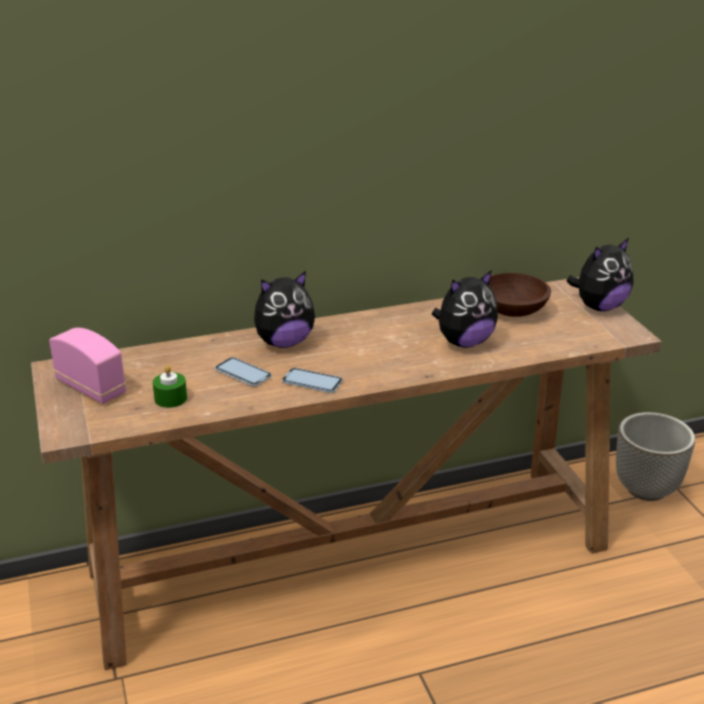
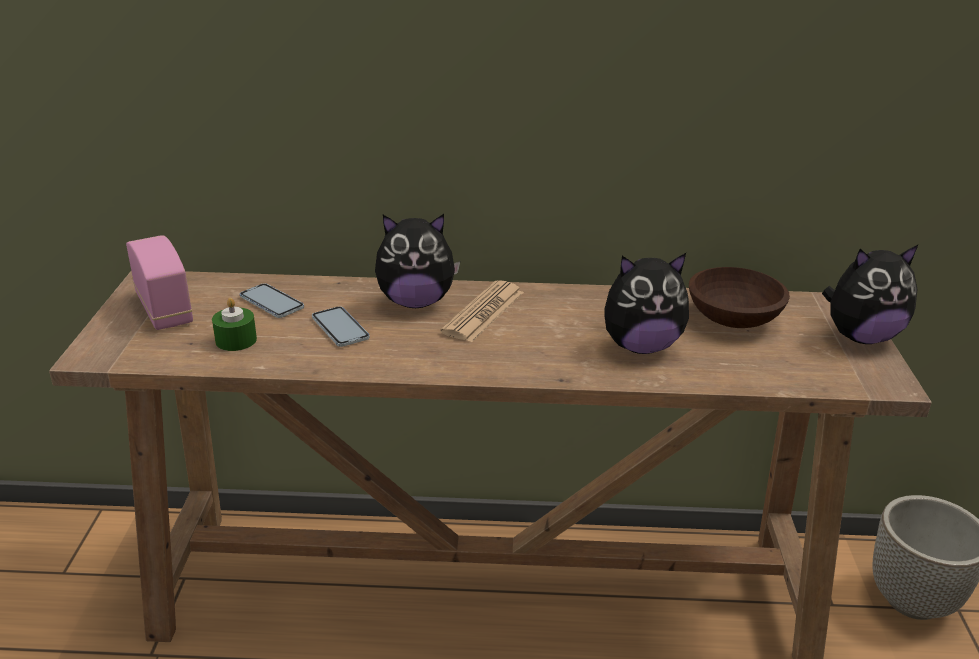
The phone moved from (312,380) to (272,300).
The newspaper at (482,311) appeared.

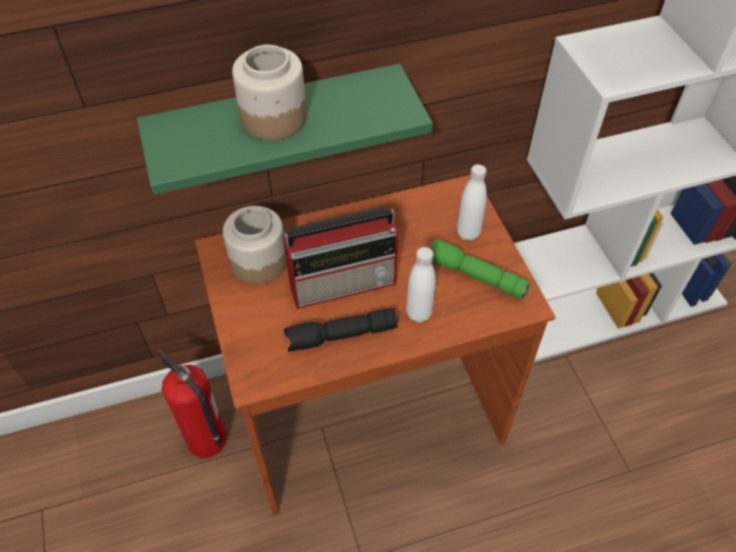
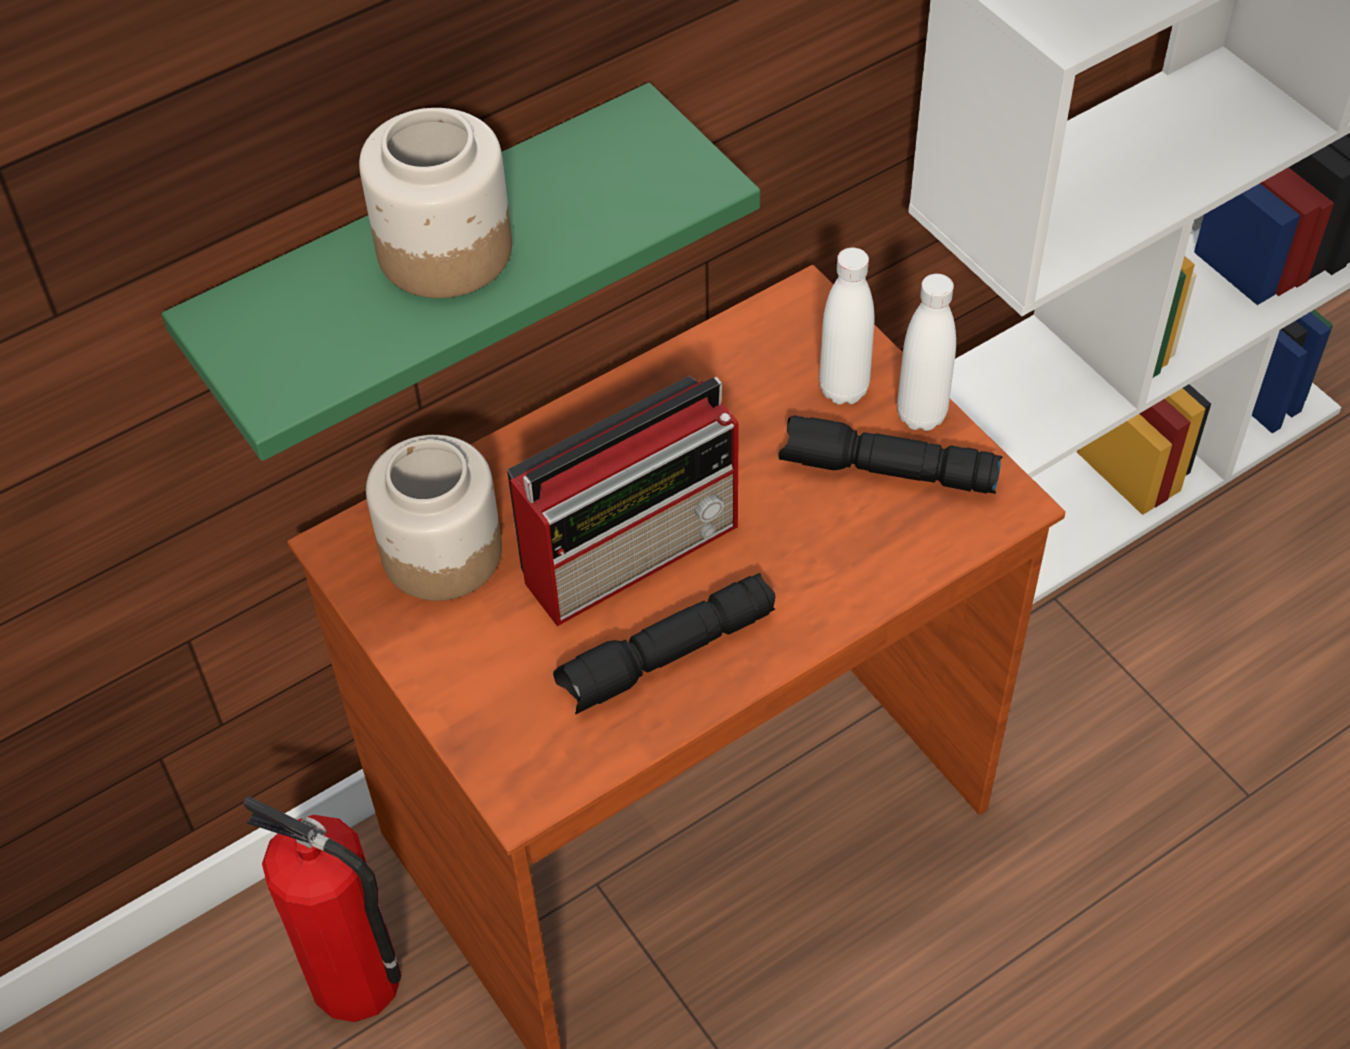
The flashlight in green at (481,269) became the flashlight in black at (891,454).
The bottle in white moved from (421,285) to (926,352).

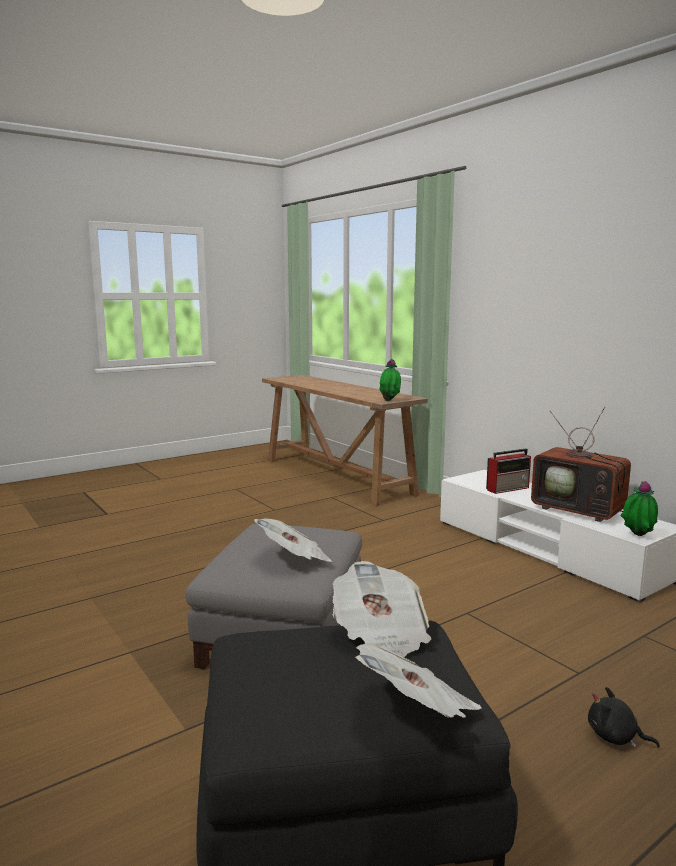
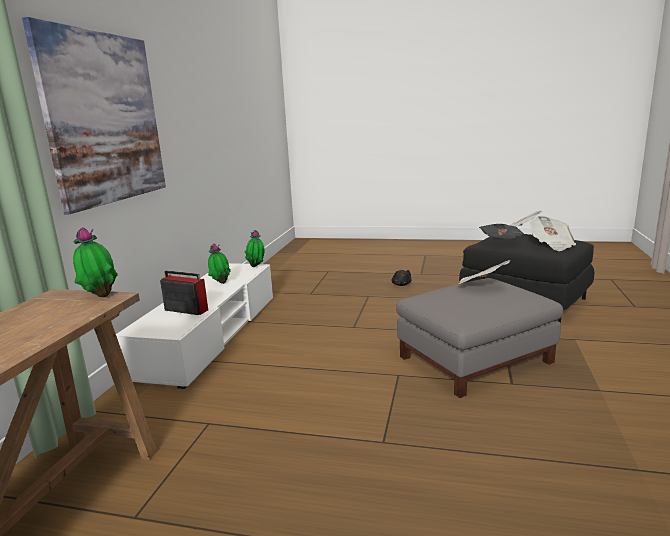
The picture at (94,115) appeared.
The television at (581,464) was replaced by the potted plant at (219,264).
The newspaper at (553,233) appeared.

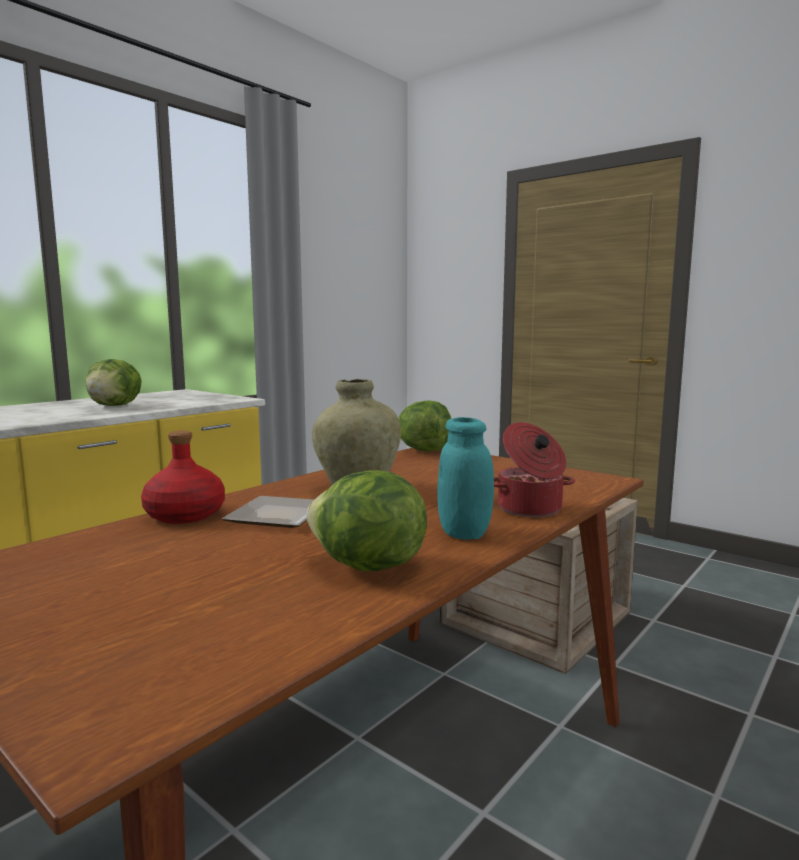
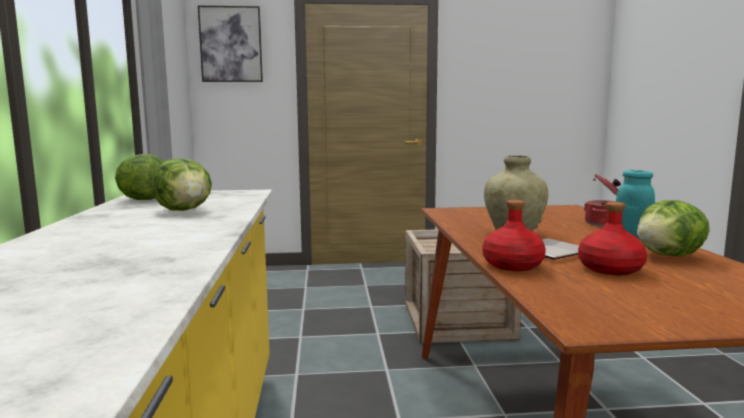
The lettuce moved from (425,426) to (139,177).
The picture at (230,44) appeared.
The bottle in red at (612,238) appeared.

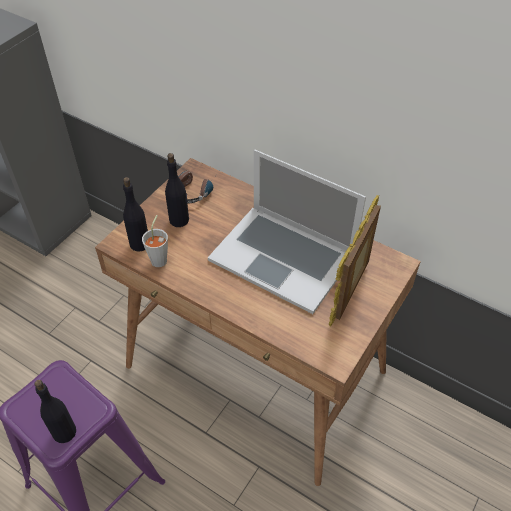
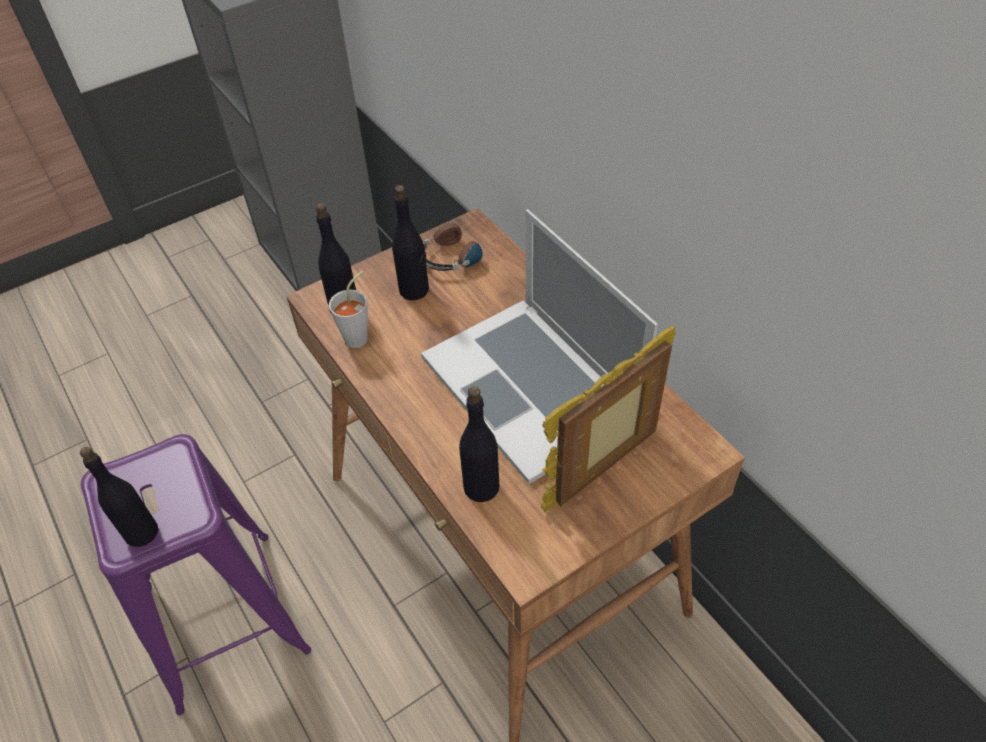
The bottle in black at (479,444) appeared.

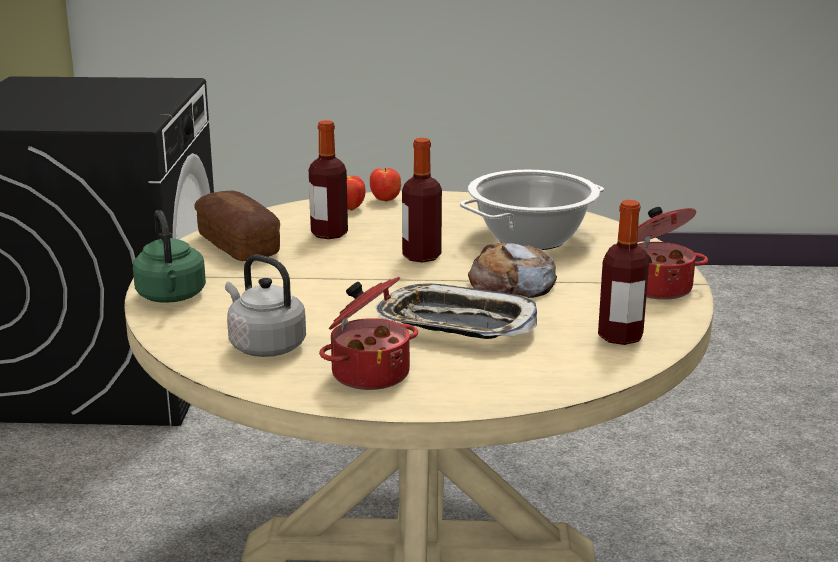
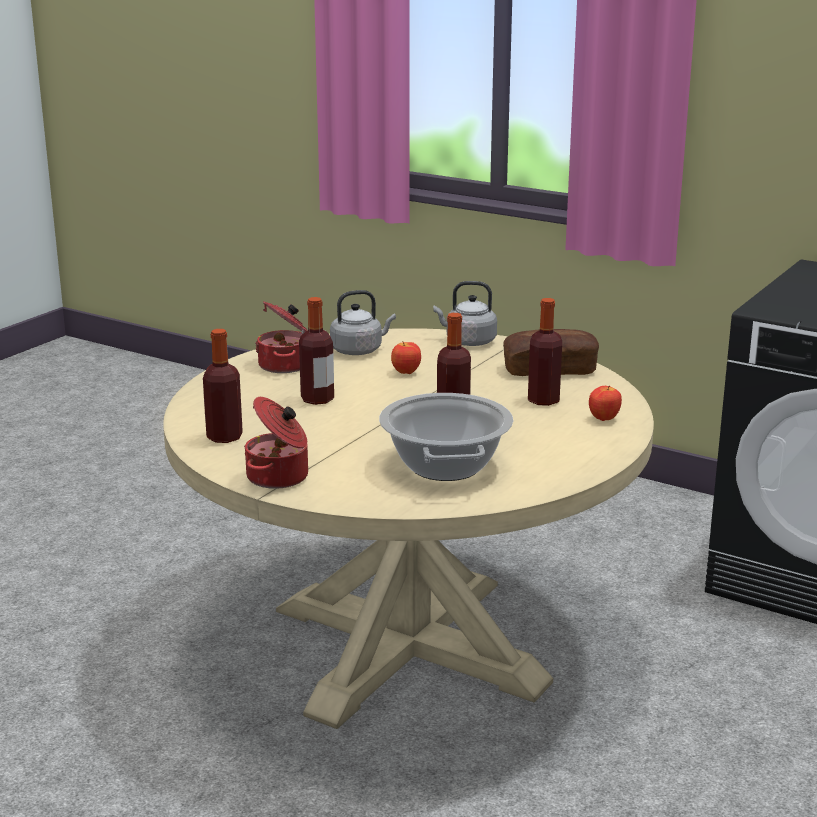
The tray at (456,311) was replaced by the bottle at (316,351).
The apple moved from (385,185) to (406,358).
The kettle in green at (169,256) became the kettle in grey at (465,313).
The bread at (512,270) disappeared.

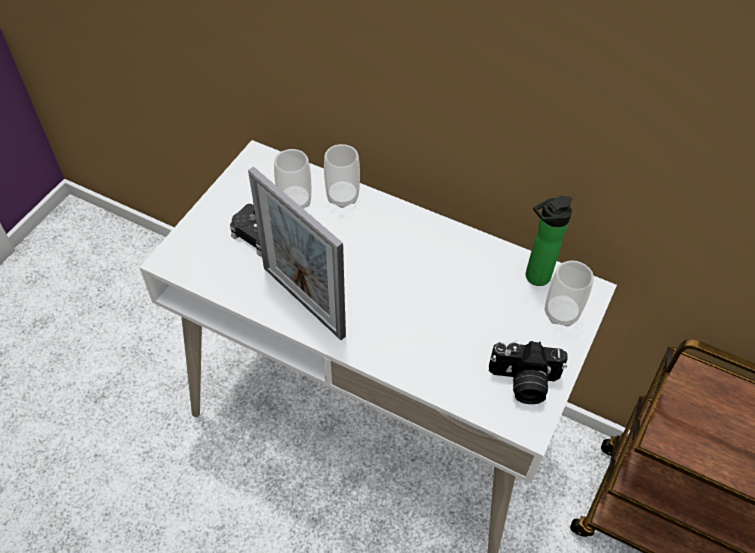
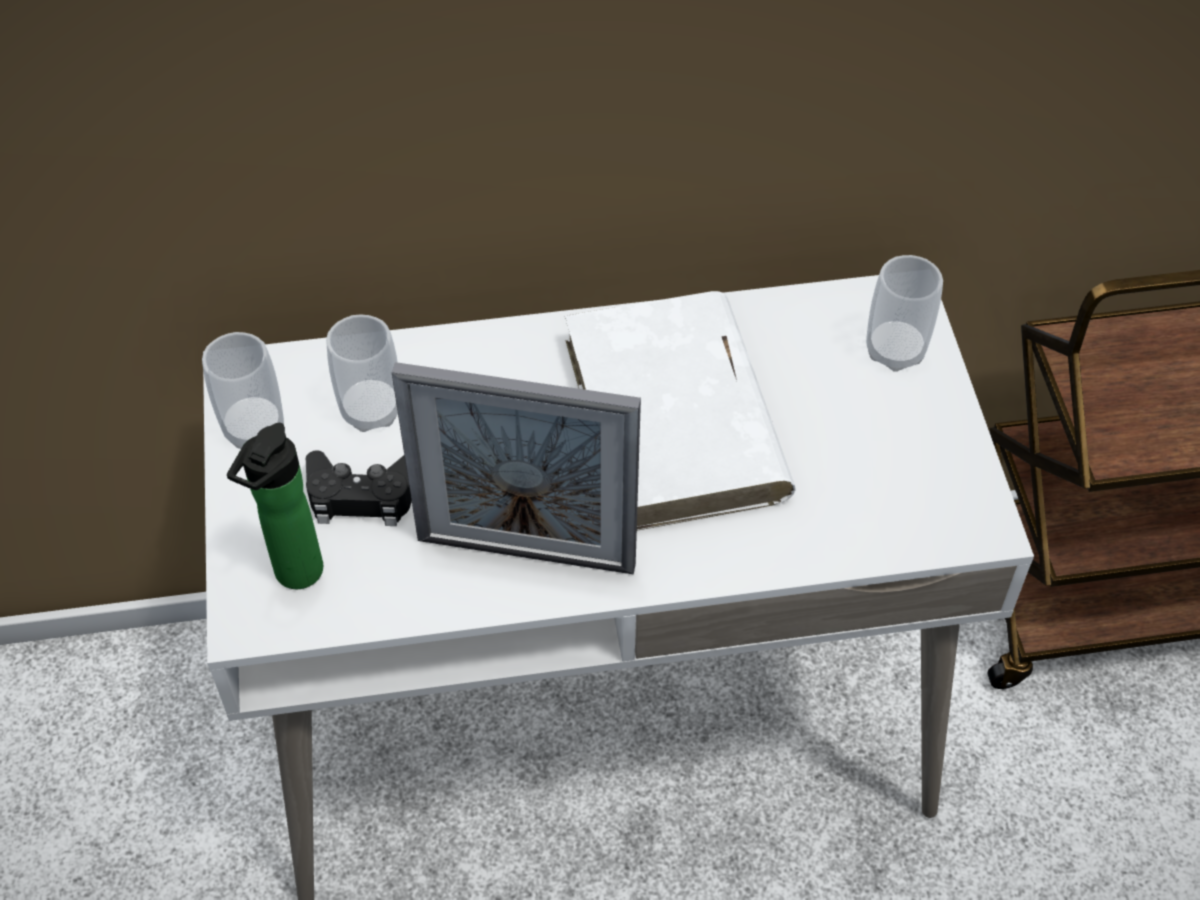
The cup moved from (342,176) to (243,390).
The bottle moved from (549,241) to (275,506).
The book in white at (680,411) appeared.
The photo camera at (528,372) disappeared.

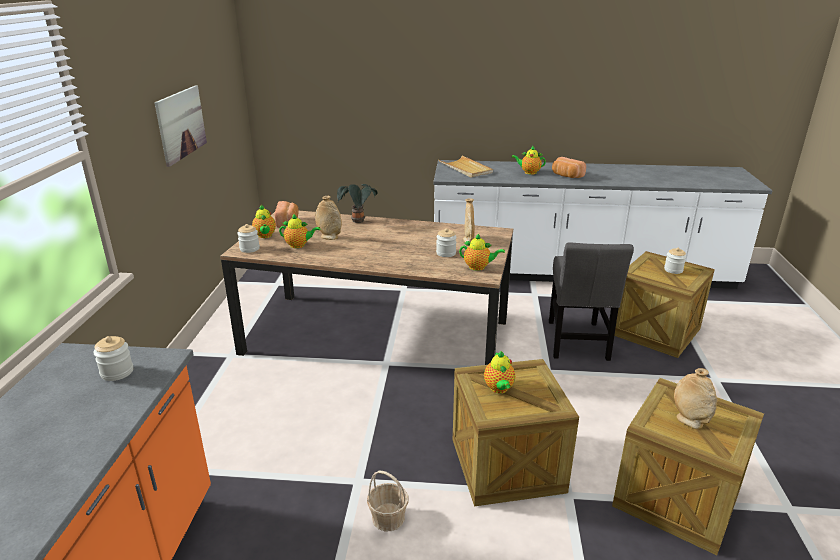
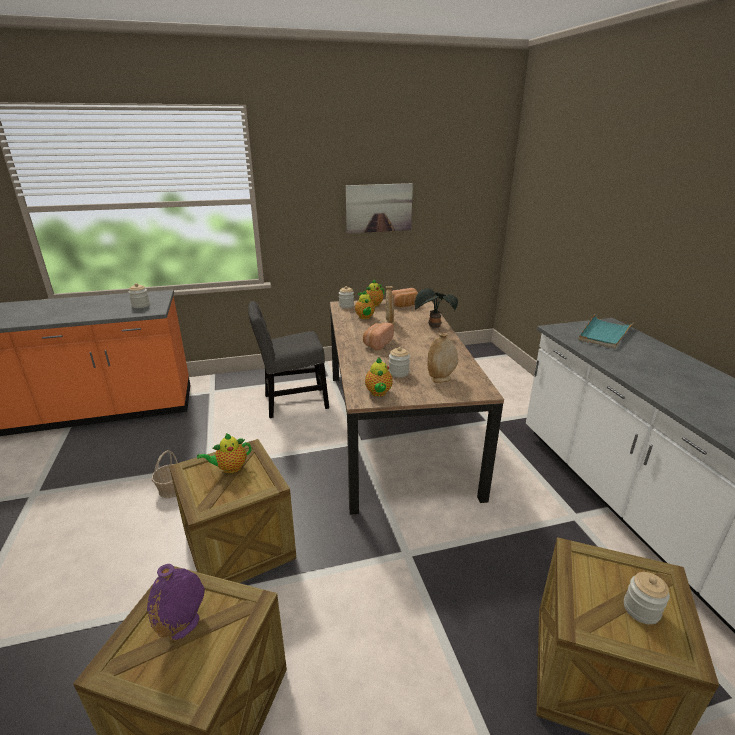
The vase in beige at (696,398) became the vase in purple at (176,602).
The chair in grey moved from (591,301) to (288,359).
The bread moved from (569,167) to (378,336).
The tray in beige at (466,166) became the tray in turquoise at (606,331).
The teapot at (528,159) disappeared.

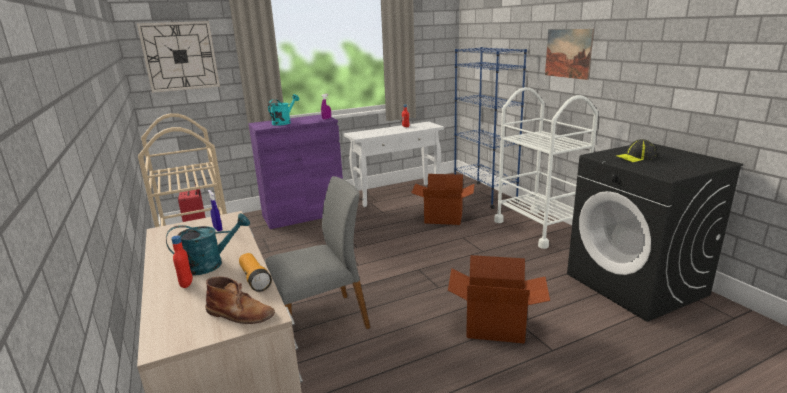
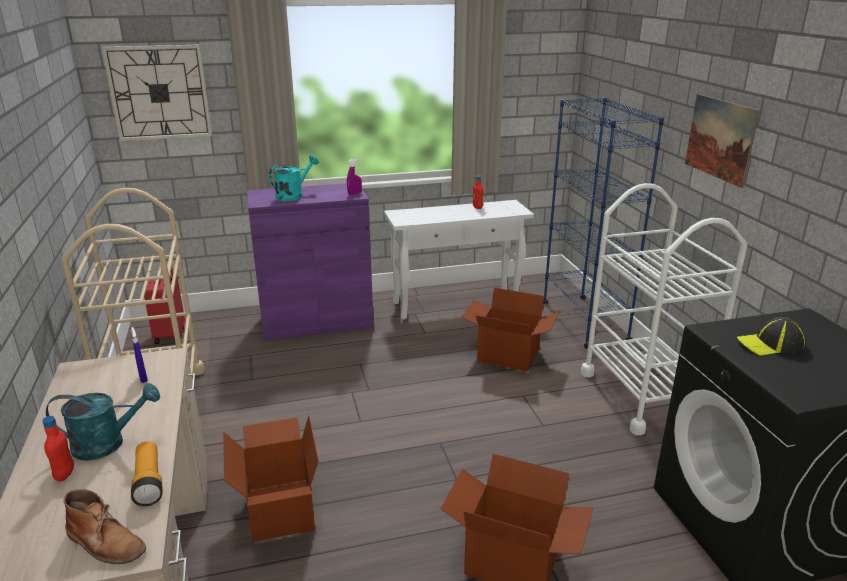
The chair in grey at (317,252) was replaced by the cardboard box at (271,479).

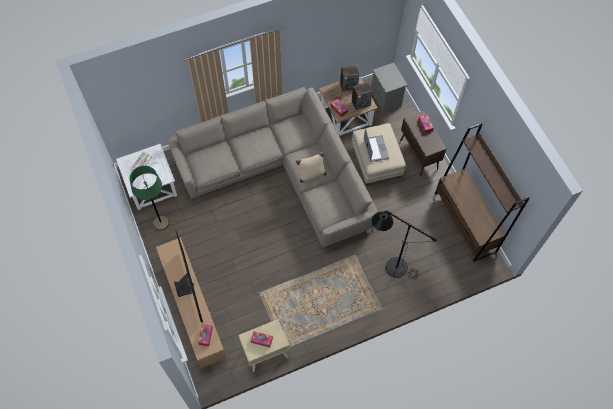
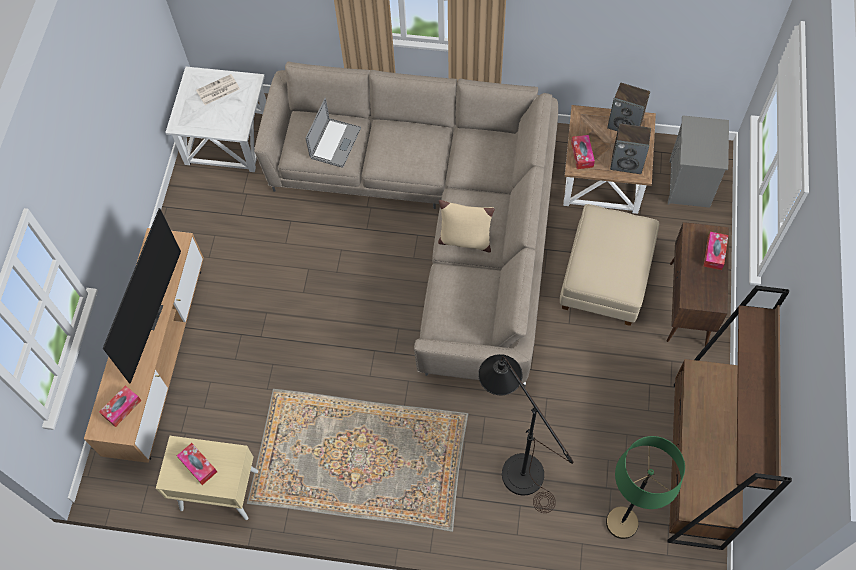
The laptop moved from (376,145) to (333,133).
The floor lamp in green moved from (149,198) to (645,487).

